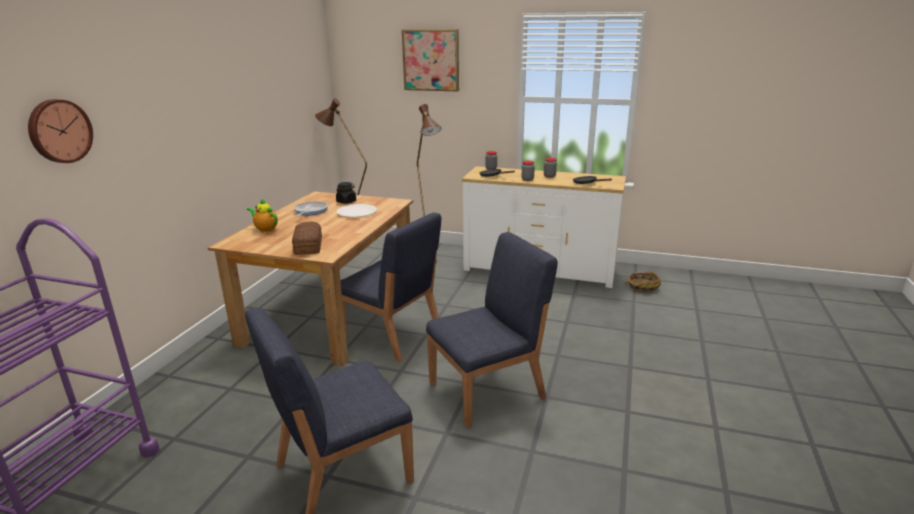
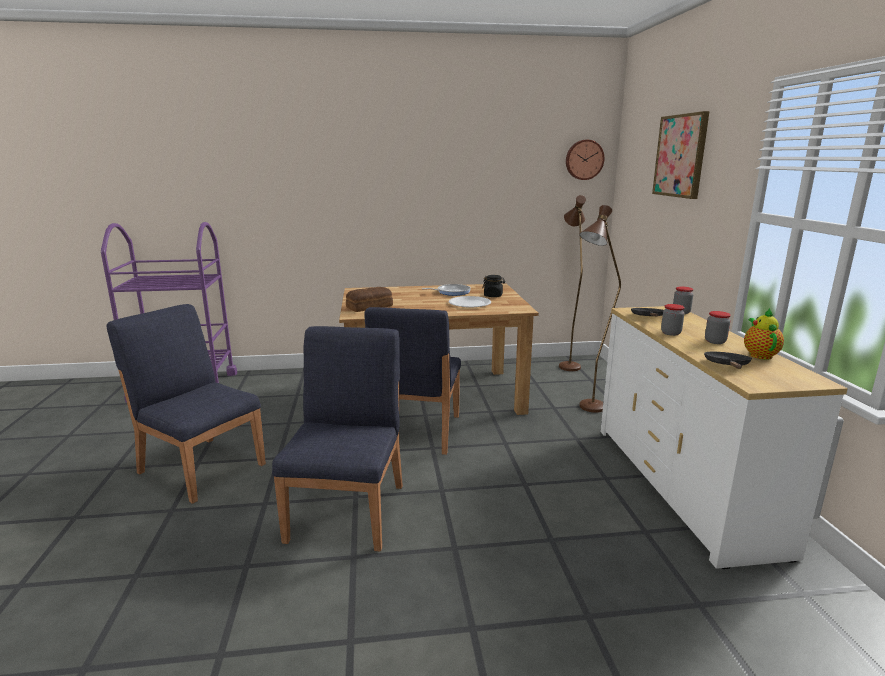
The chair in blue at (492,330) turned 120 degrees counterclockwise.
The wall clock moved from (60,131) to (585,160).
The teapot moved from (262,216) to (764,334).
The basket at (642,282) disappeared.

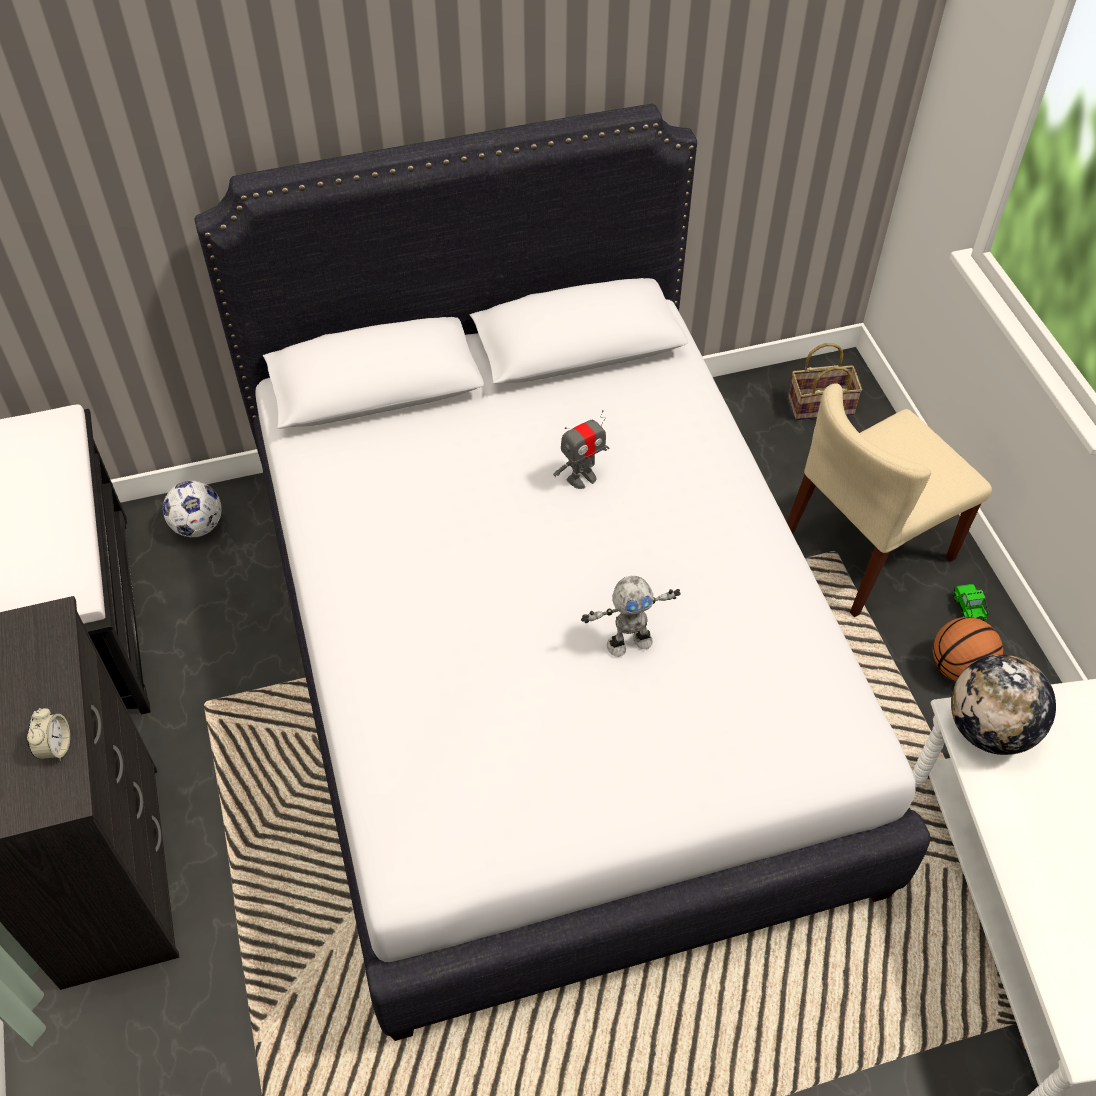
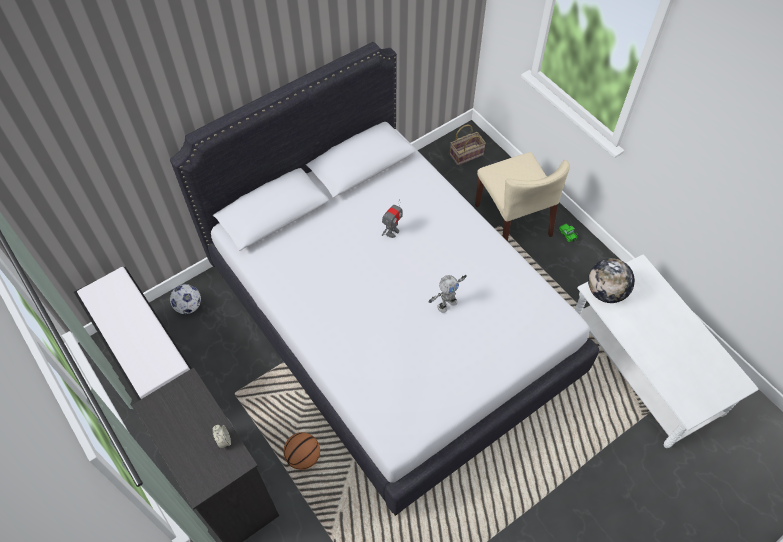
The basketball moved from (968,649) to (301,451).
The chair in beige at (889,500) turned 60 degrees counterclockwise.

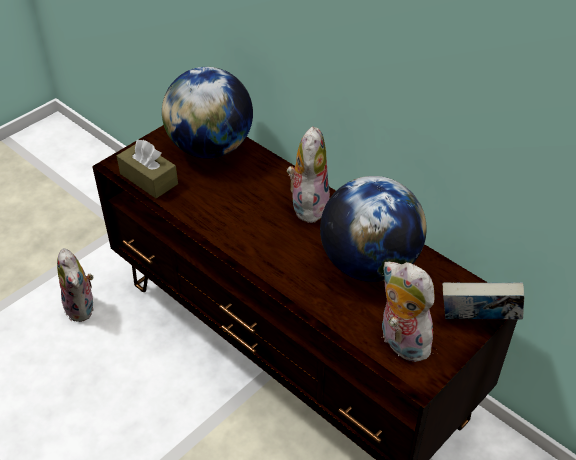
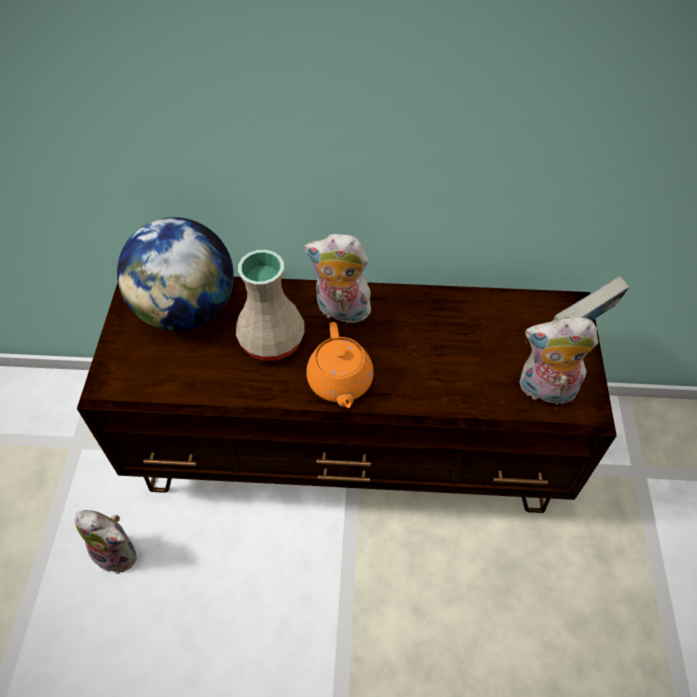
The vase in beige at (270,305) appeared.
The plush toy at (308,174) turned 45 degrees counterclockwise.
The teapot in orange at (340,365) appeared.
The tissue box in brown at (147,169) disappeared.
The globe at (373,229) disappeared.

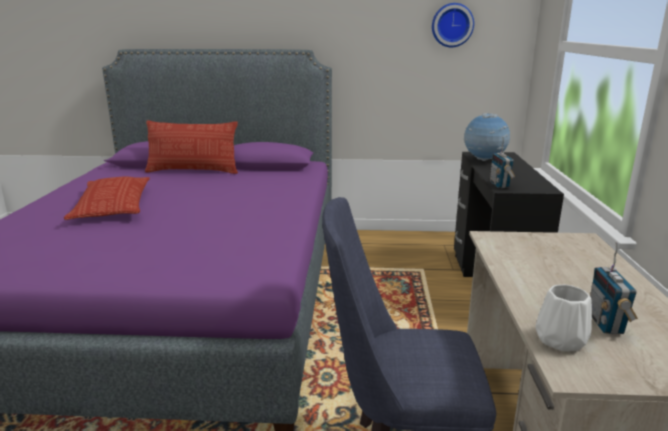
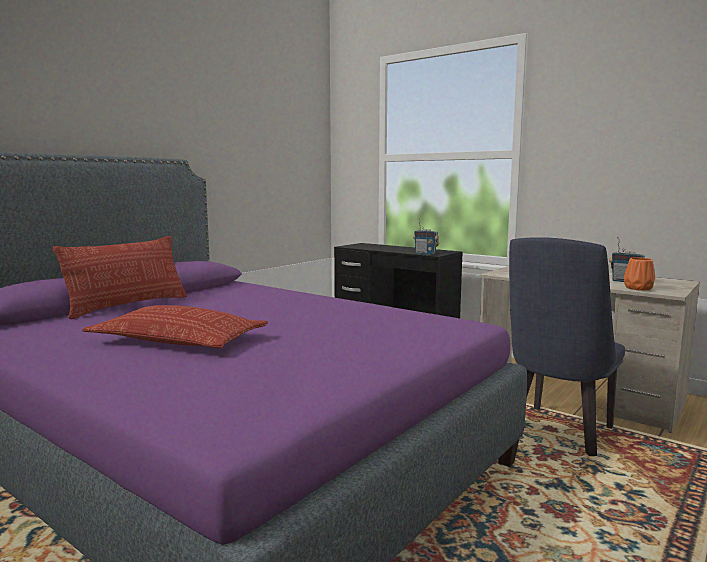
The vase in white at (563,317) became the vase in orange at (639,273).
The wall clock at (453,25) disappeared.
The globe at (487,137) disappeared.

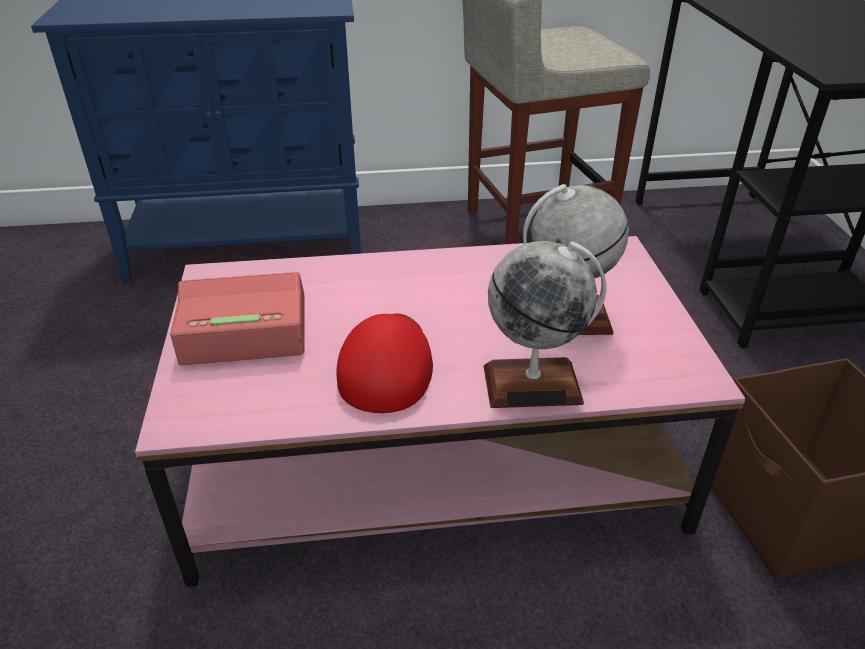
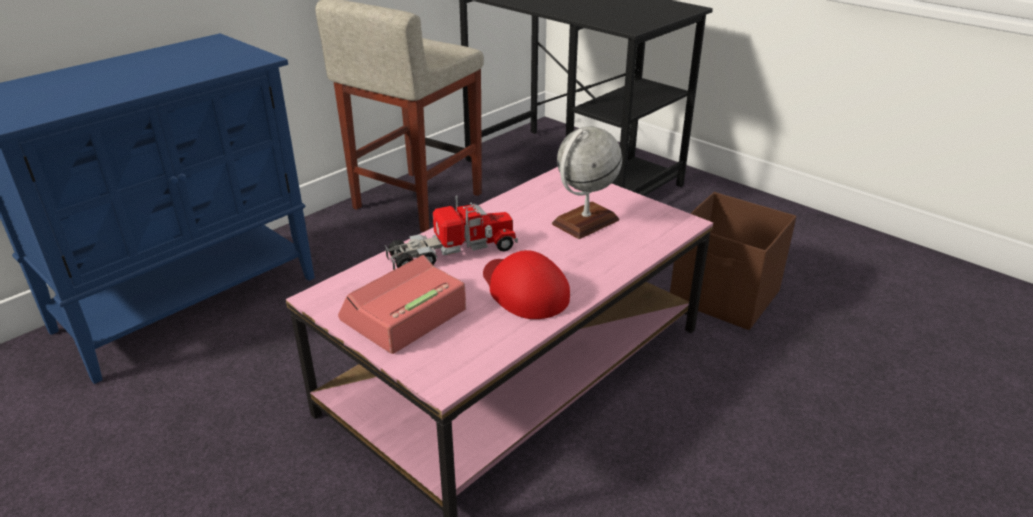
The toy truck at (451,232) appeared.
The globe at (545,324) disappeared.

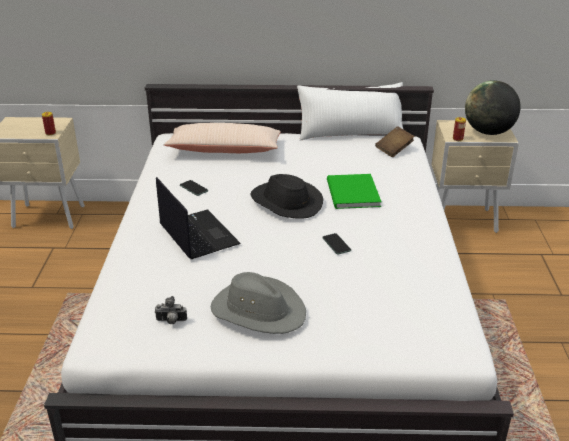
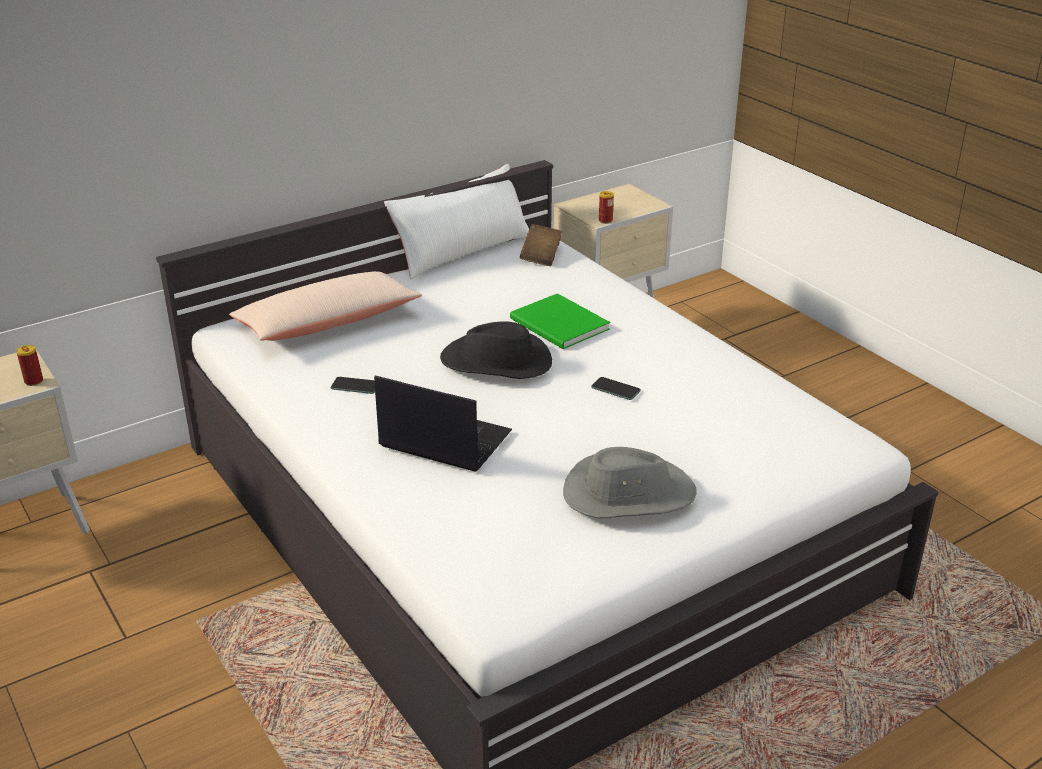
The photo camera at (171,310) disappeared.
The globe at (493,107) disappeared.

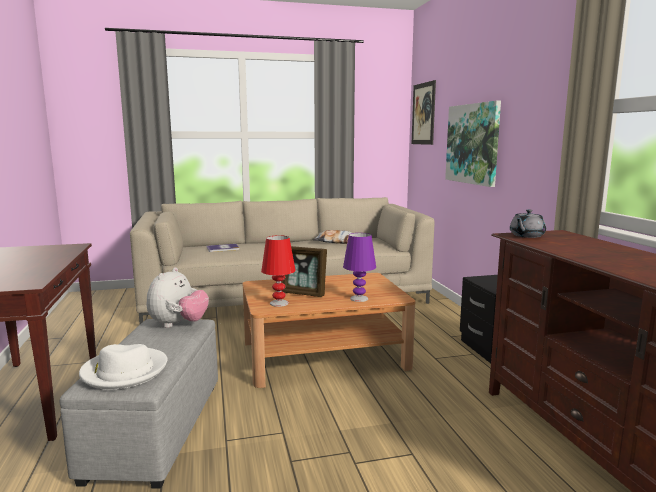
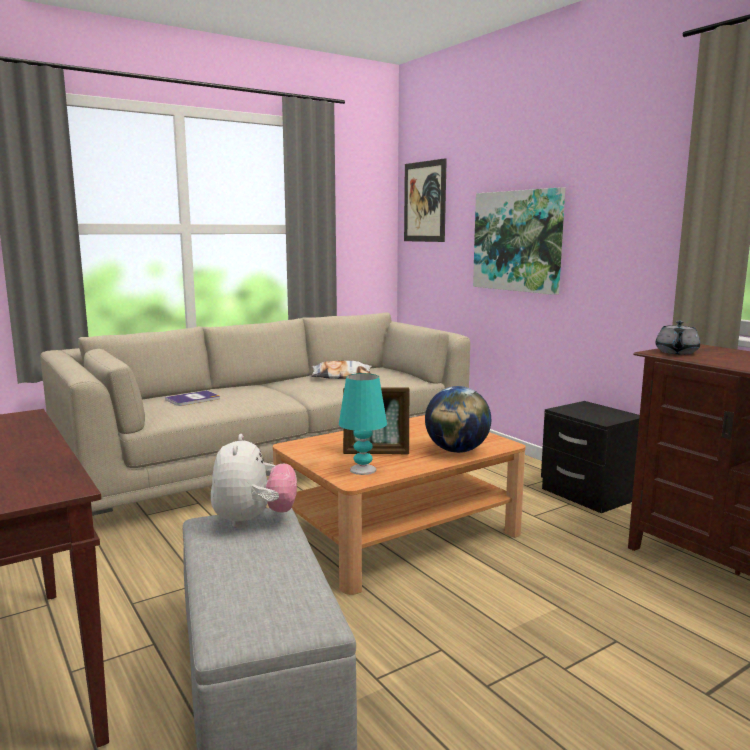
The table lamp in red at (278,271) became the table lamp in turquoise at (363,424).
The table lamp in purple at (359,267) was replaced by the globe at (458,419).
The hat in white at (123,366) disappeared.

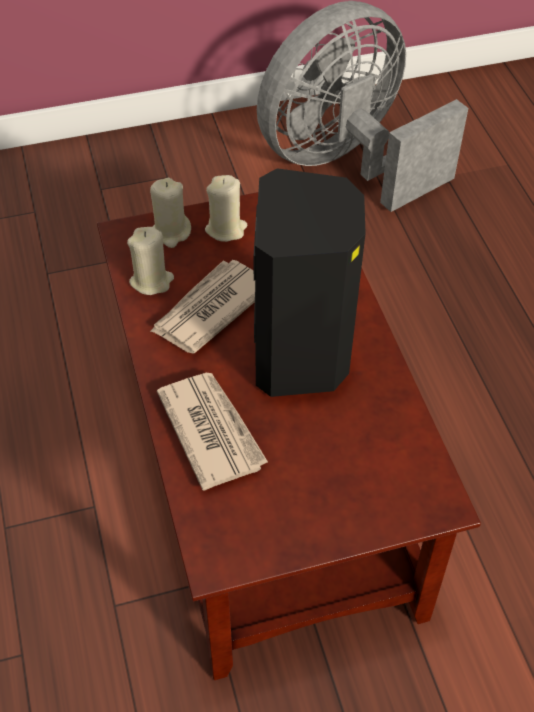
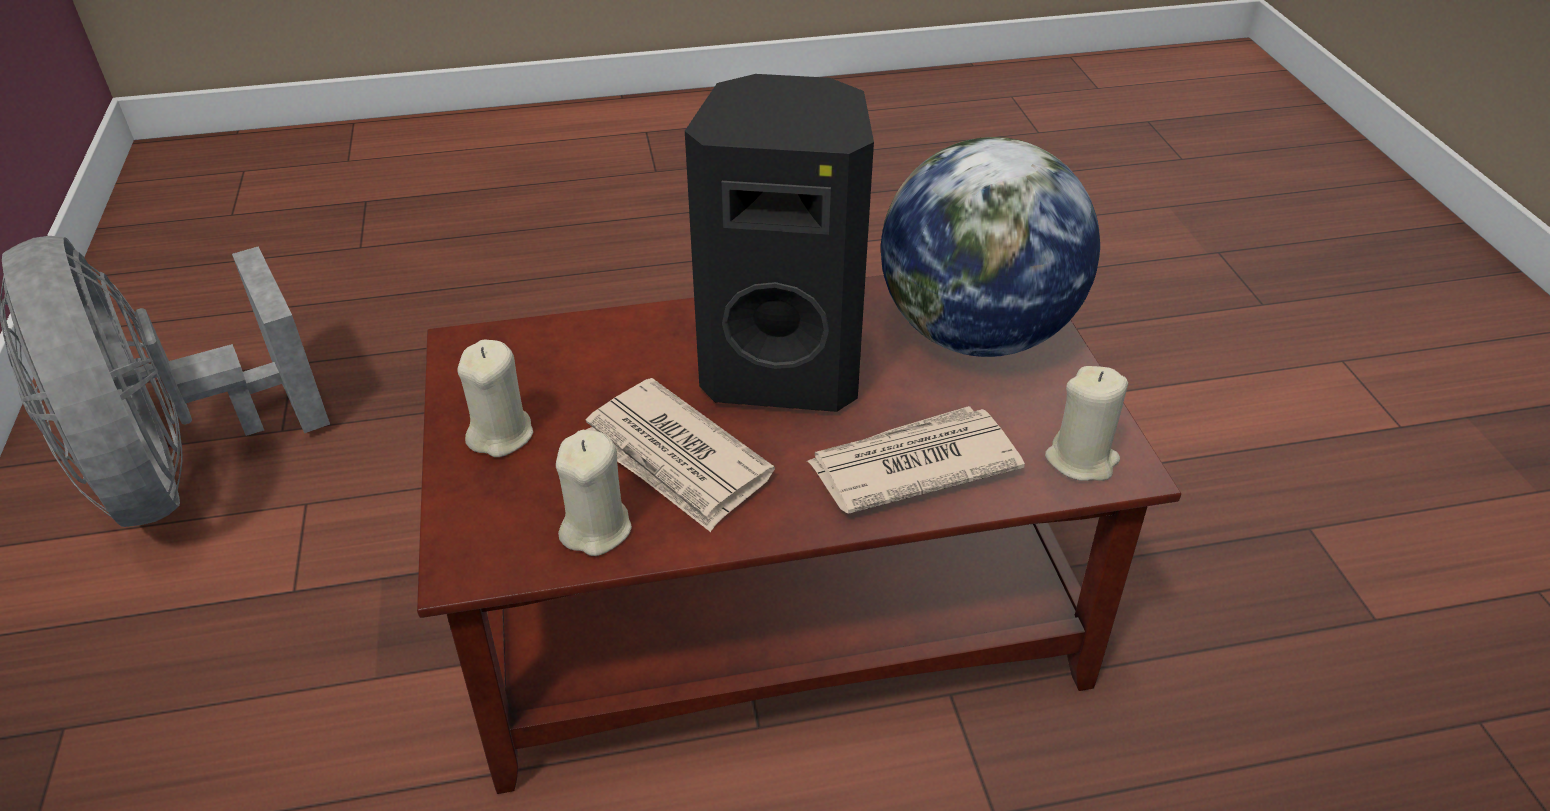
The globe at (990,247) appeared.
The candle in beige moved from (170,213) to (1086,423).

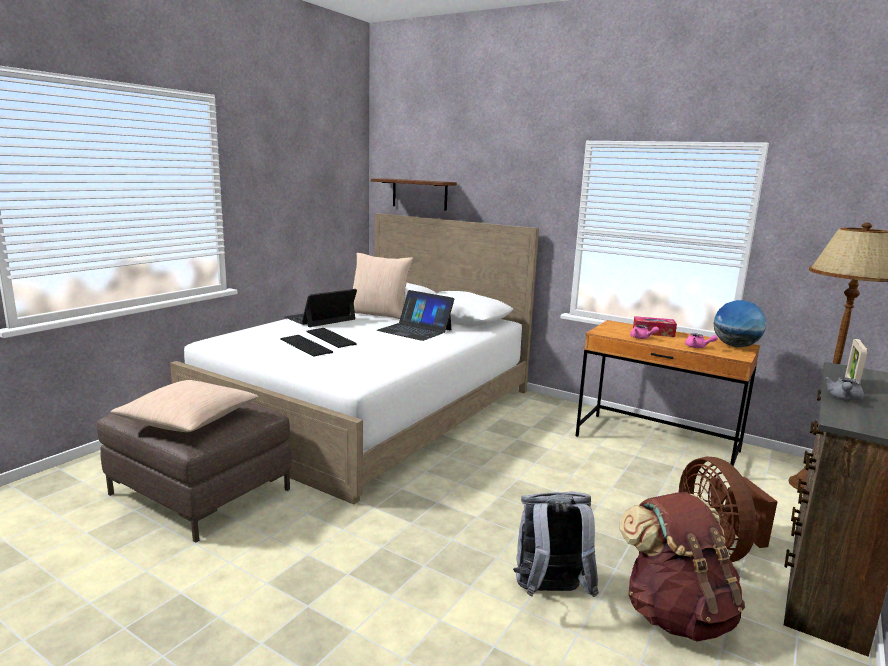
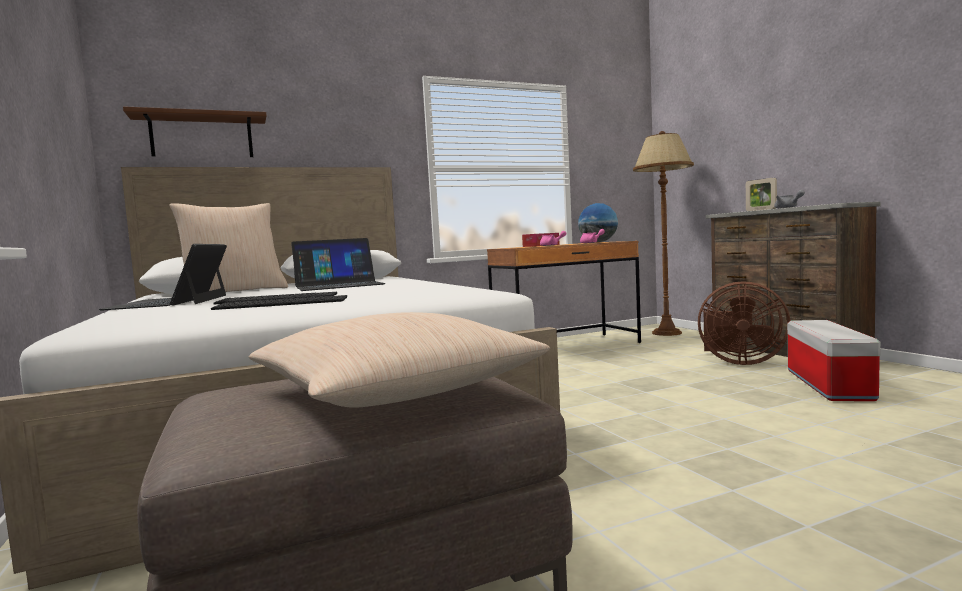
The backpack in brown at (682,567) was replaced by the storage box at (834,360).
The backpack in grey at (556,544) disappeared.

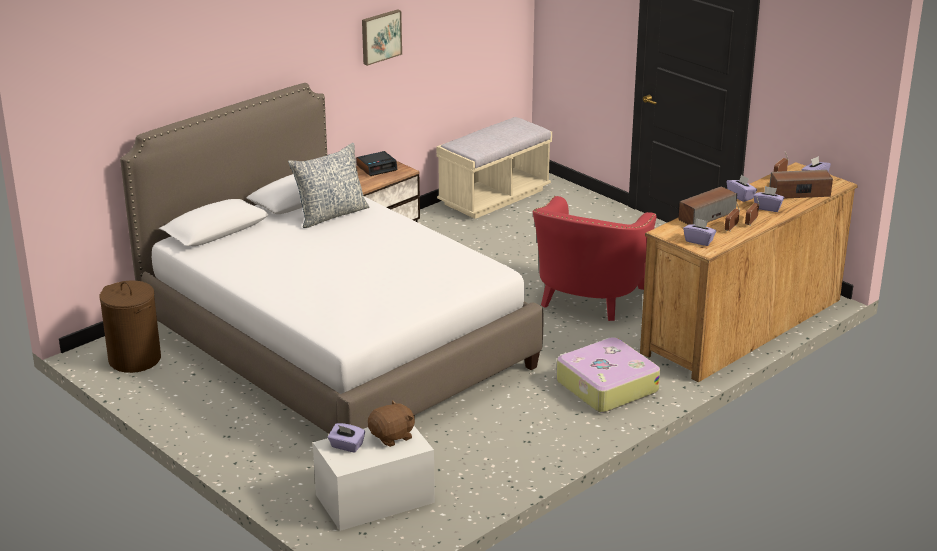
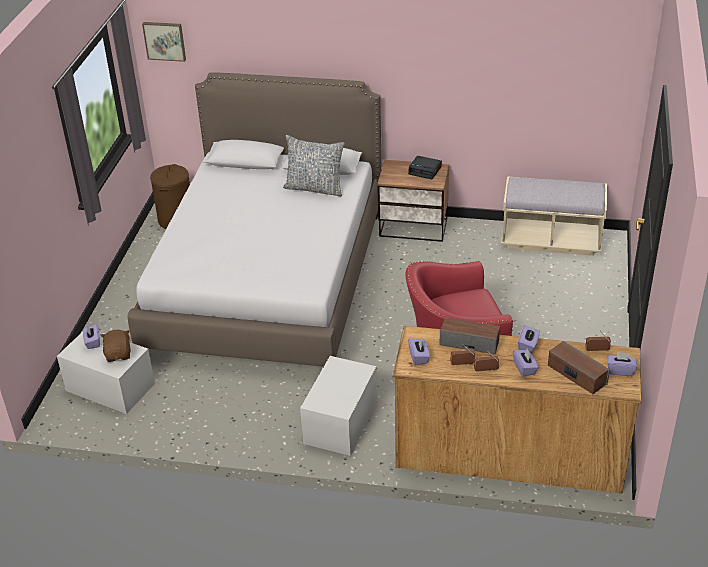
The plush toy in brown at (391,423) turned 120 degrees counterclockwise.
The picture moved from (382,37) to (164,42).
The suitcase at (608,375) was replaced by the storage box in white at (338,406).

